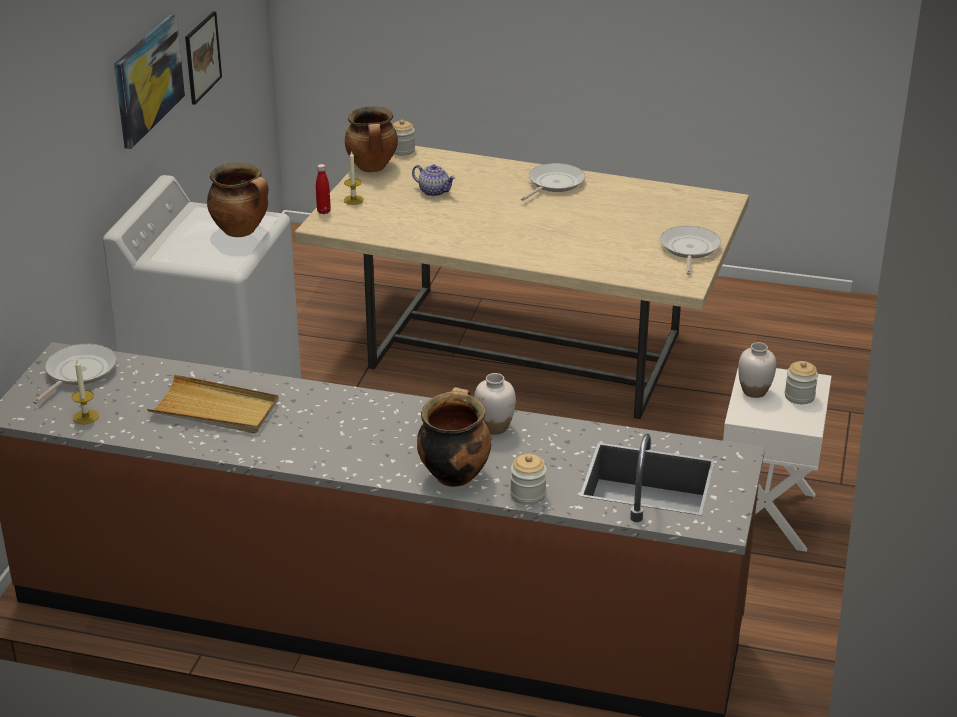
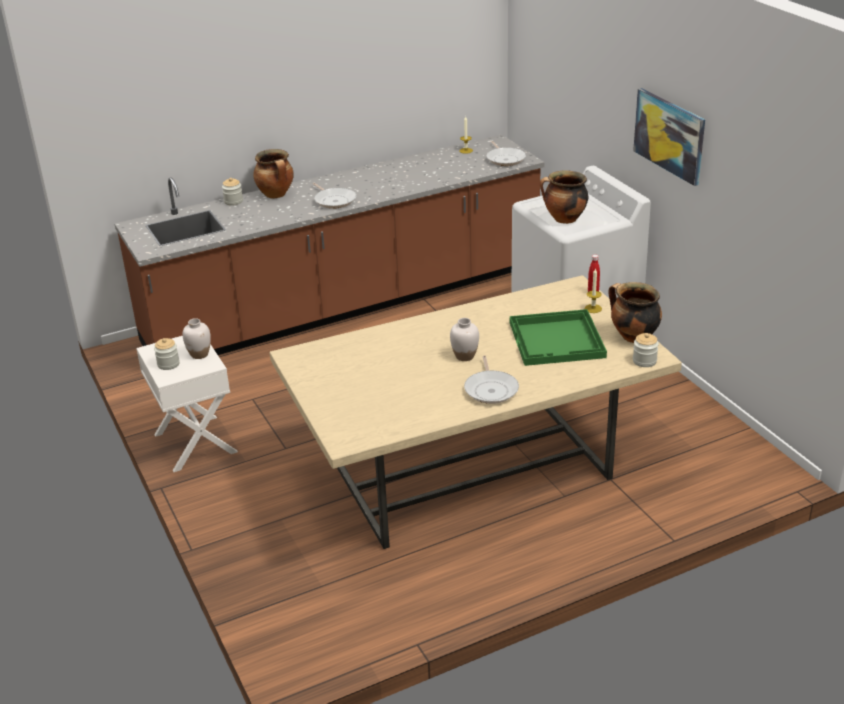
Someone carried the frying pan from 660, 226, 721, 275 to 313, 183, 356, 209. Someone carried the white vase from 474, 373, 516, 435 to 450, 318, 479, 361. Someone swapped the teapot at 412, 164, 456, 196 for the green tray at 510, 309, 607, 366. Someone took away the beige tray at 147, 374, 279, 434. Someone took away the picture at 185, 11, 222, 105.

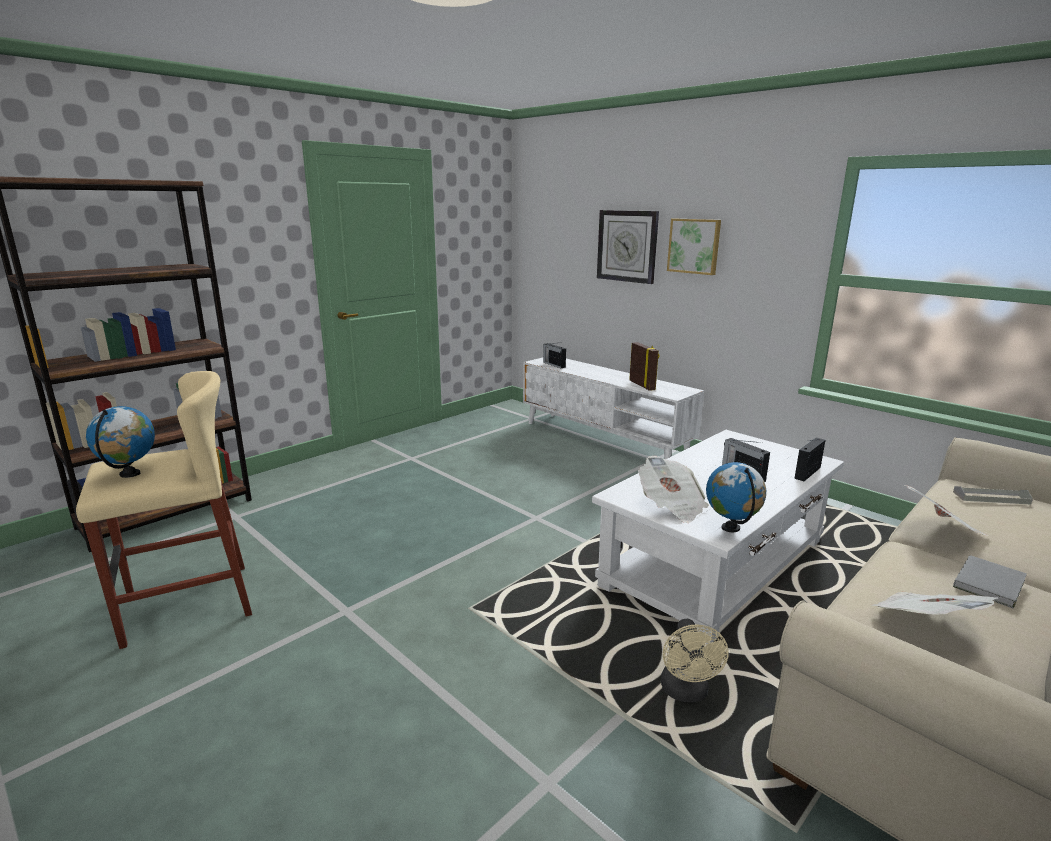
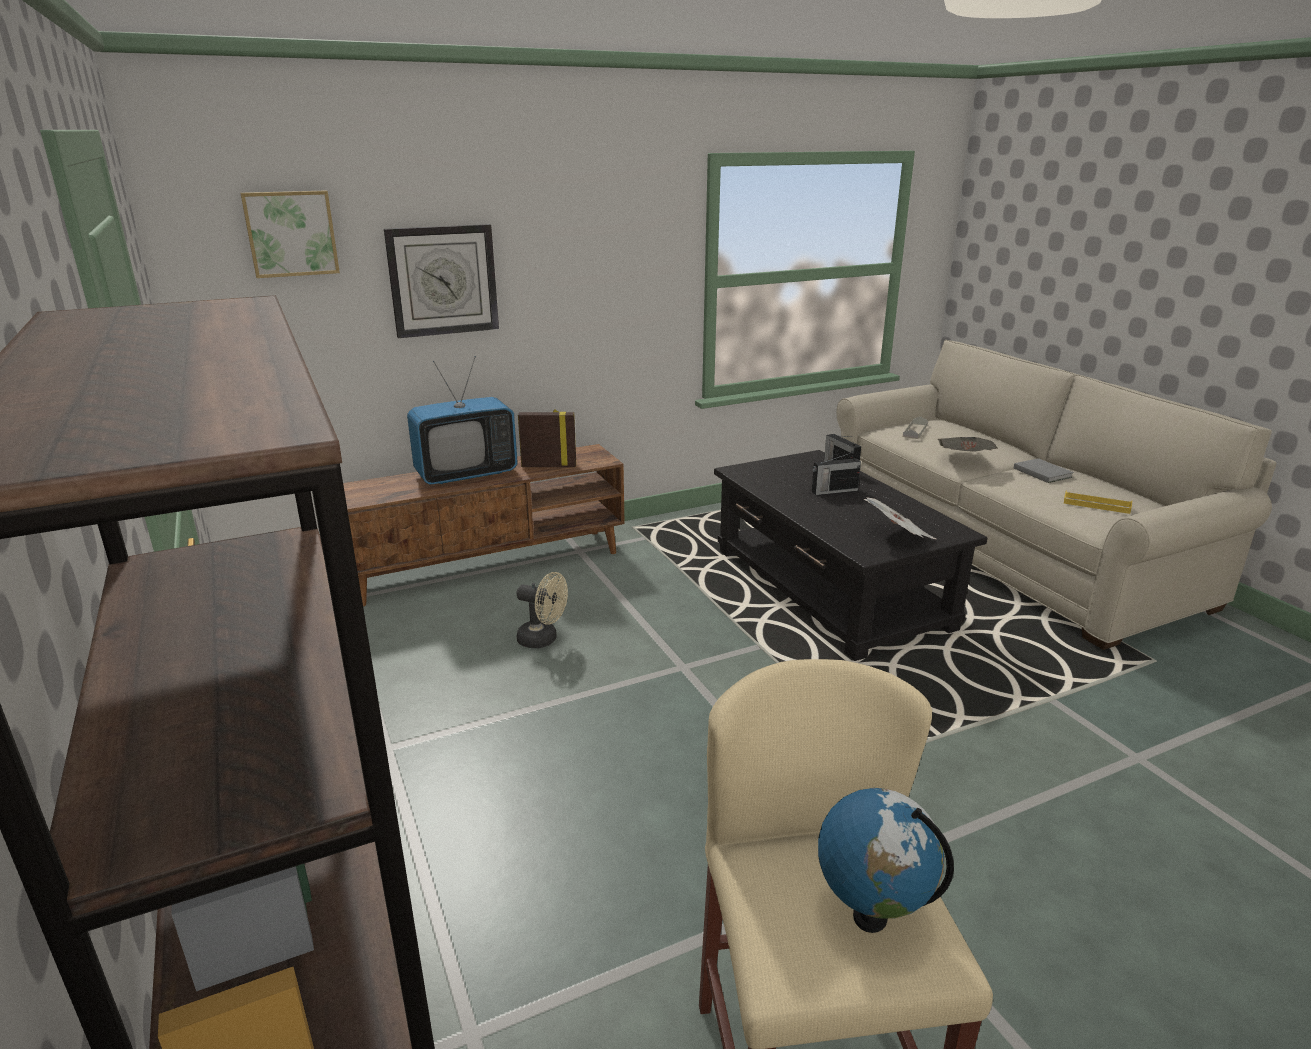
Someone carried the picture from 667, 219, 721, 275 to 241, 191, 340, 278. Someone repainted the white tv stand at 523, 358, 704, 459, which became the brown tv stand at 343, 444, 625, 606. Someone put down the television at 407, 356, 518, 484. Someone carried the beige fan from 661, 619, 729, 702 to 517, 572, 568, 648. Someone repainted the white coffee table at 592, 430, 844, 644, which became the black coffee table at 714, 450, 987, 661. Someone swapped the newspaper at 871, 592, 998, 615 for the yellow tray at 1064, 491, 1132, 514. Someone took away the radio at 543, 343, 566, 368. Someone took away the globe at 706, 462, 766, 532.

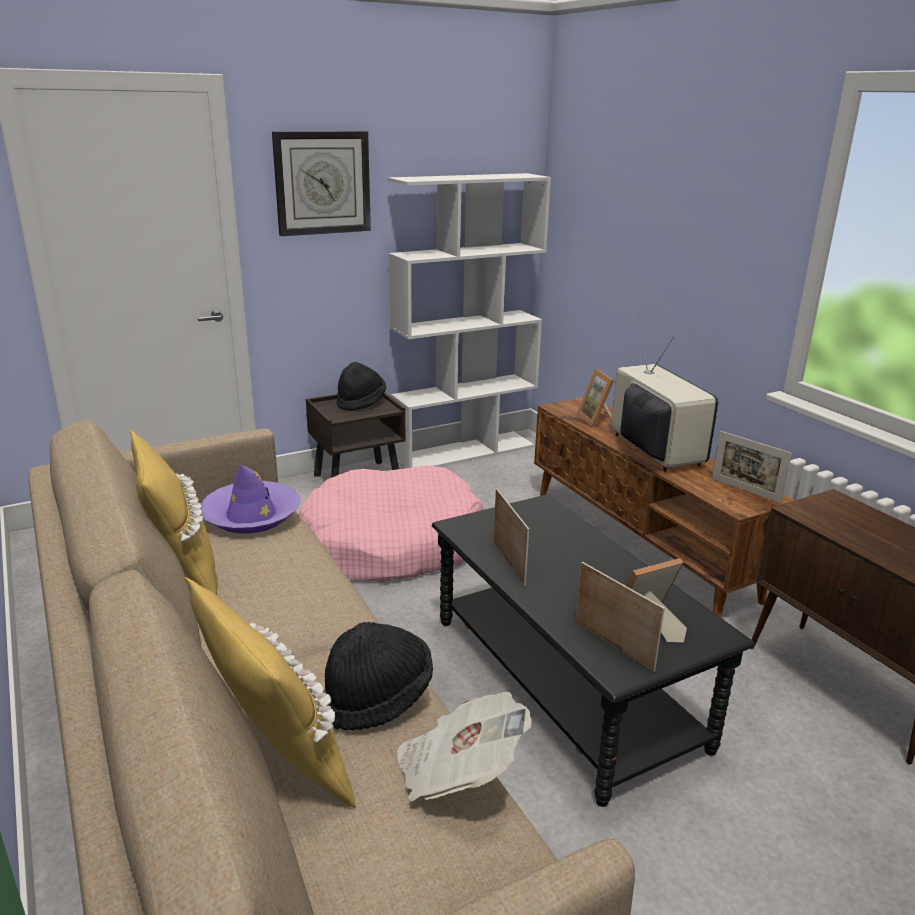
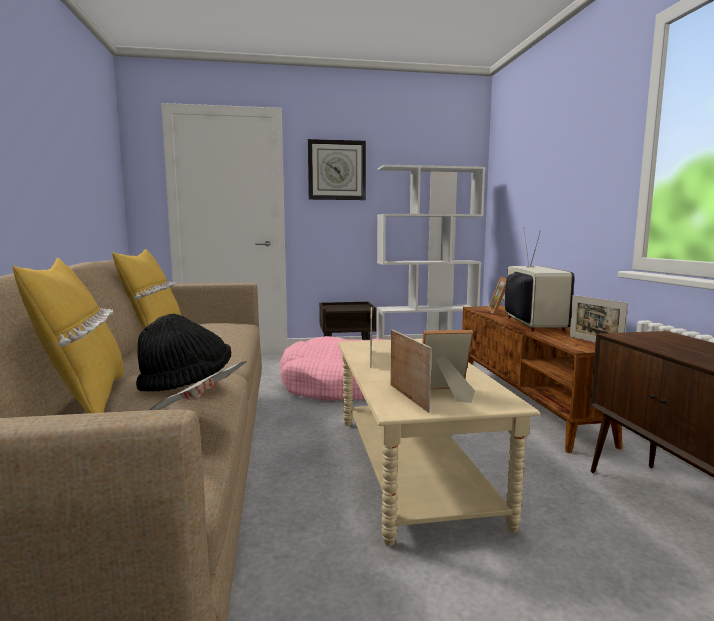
Someone repainted the black coffee table at 432, 494, 755, 807, which became the beige coffee table at 338, 339, 540, 546. Someone took away the purple hat at 200, 464, 300, 534. Someone took away the black hat at 336, 362, 386, 411.

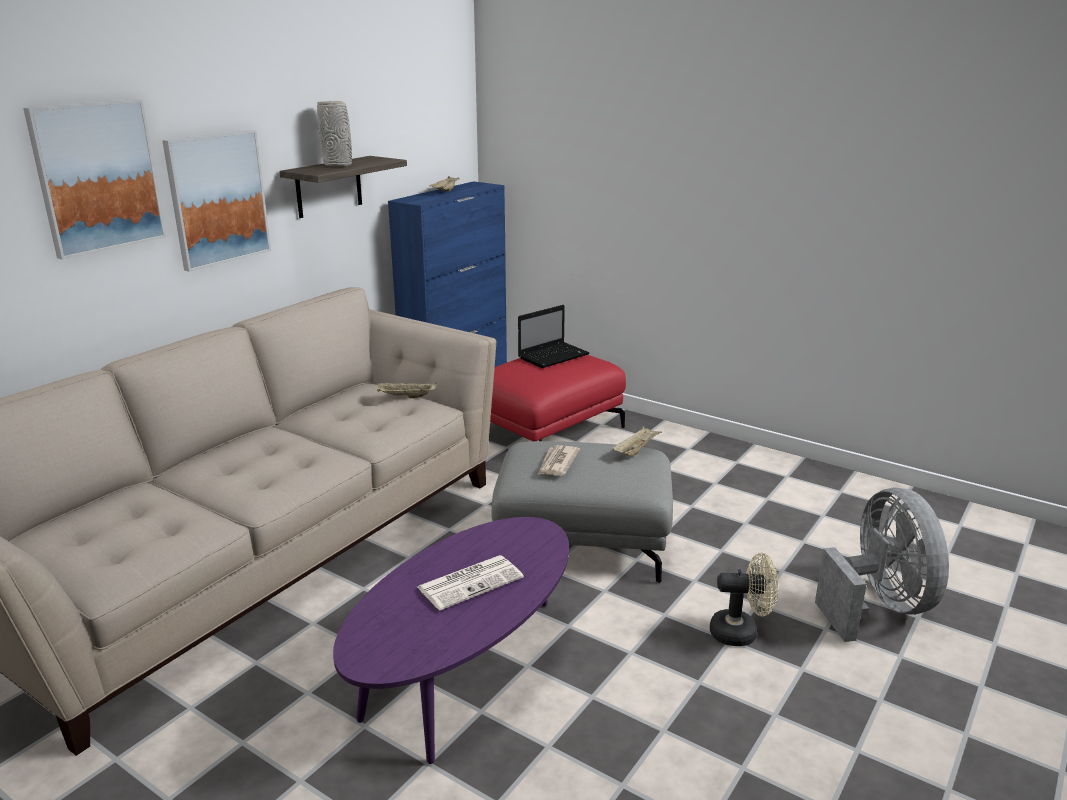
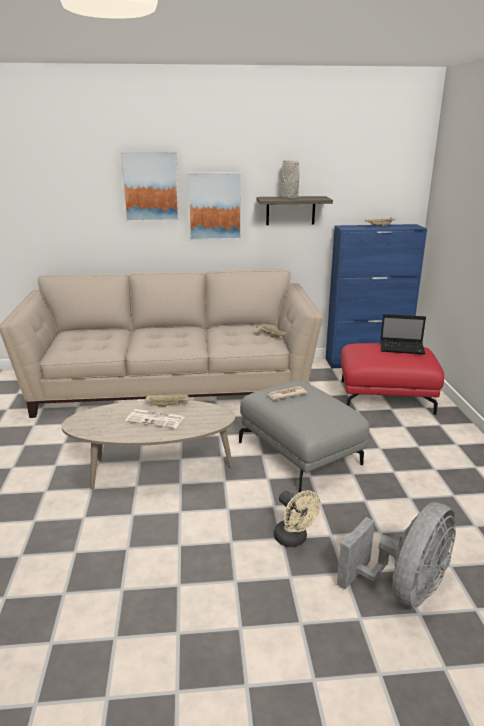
Someone repainted the purple coffee table at 333, 517, 569, 764, which became the beige coffee table at 62, 400, 235, 489. Someone carried the beige tray from 612, 426, 662, 456 to 145, 394, 189, 407.

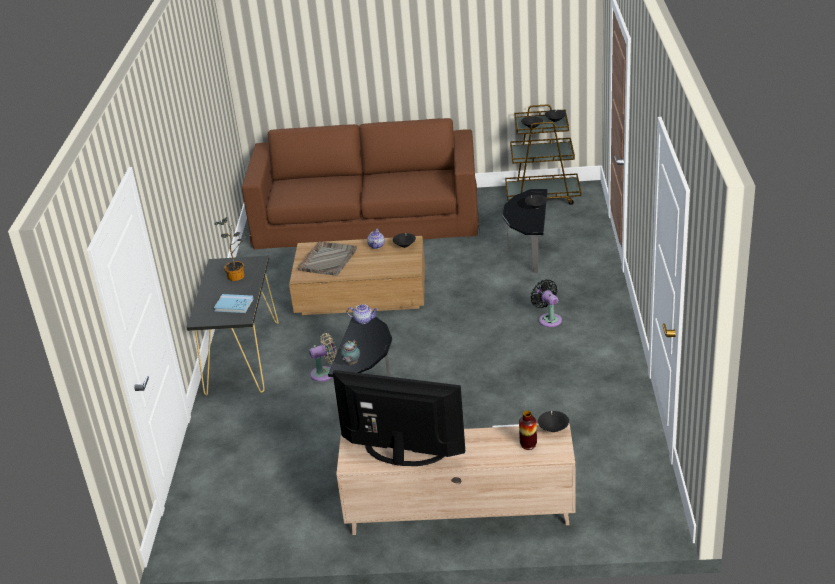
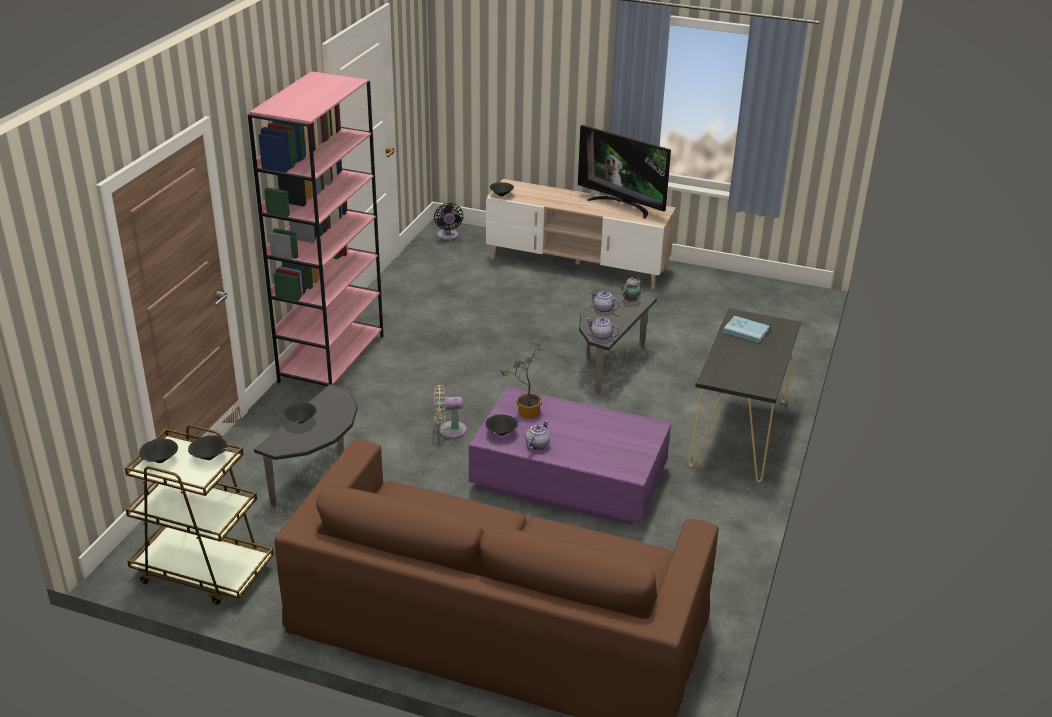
Someone put down the pink bookcase at 248, 71, 383, 386. Someone carried the black fan from 530, 279, 562, 327 to 434, 203, 463, 240. Someone carried the beige fan from 309, 333, 337, 382 to 434, 385, 467, 439. Someone repainted the brown coffee table at 289, 236, 425, 315, which became the purple coffee table at 469, 387, 671, 525. Someone carried the potted plant from 214, 217, 252, 281 to 501, 342, 545, 419. Someone put down the teapot at 590, 290, 620, 313. Someone took away the grey tray at 298, 241, 357, 276. Someone took away the vase at 519, 411, 537, 450.

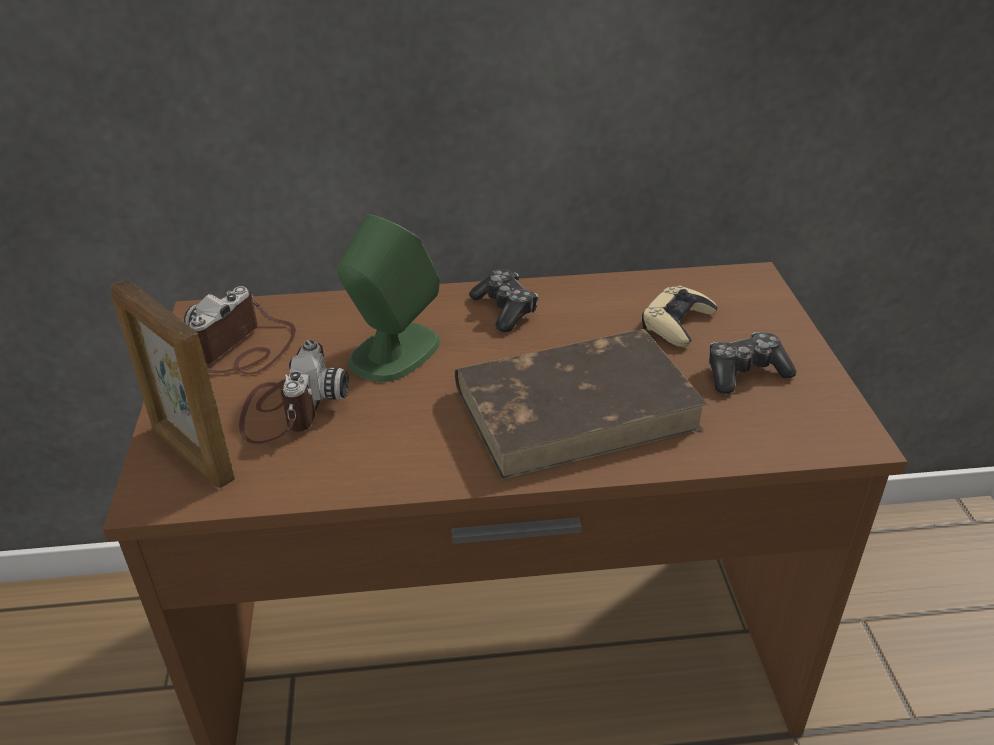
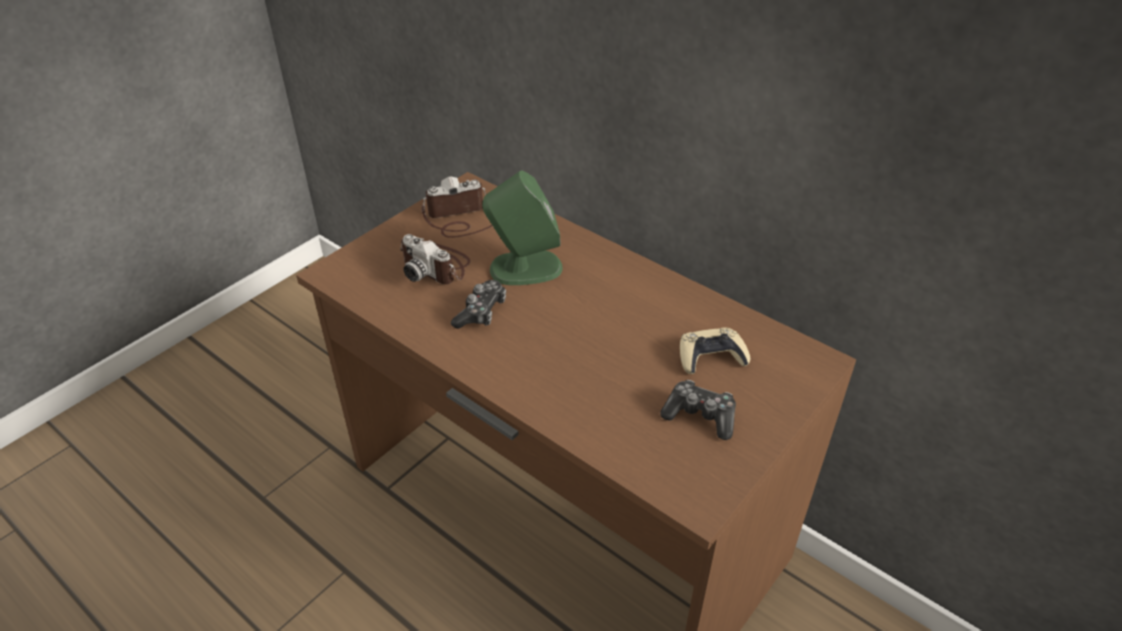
Someone rotated the photo camera at 239, 340, 349, 444 by 75 degrees clockwise. Someone carried the game controller from 469, 269, 538, 332 to 451, 280, 506, 329. Someone took away the picture frame at 111, 279, 235, 488. Someone took away the brown book at 455, 329, 707, 480.

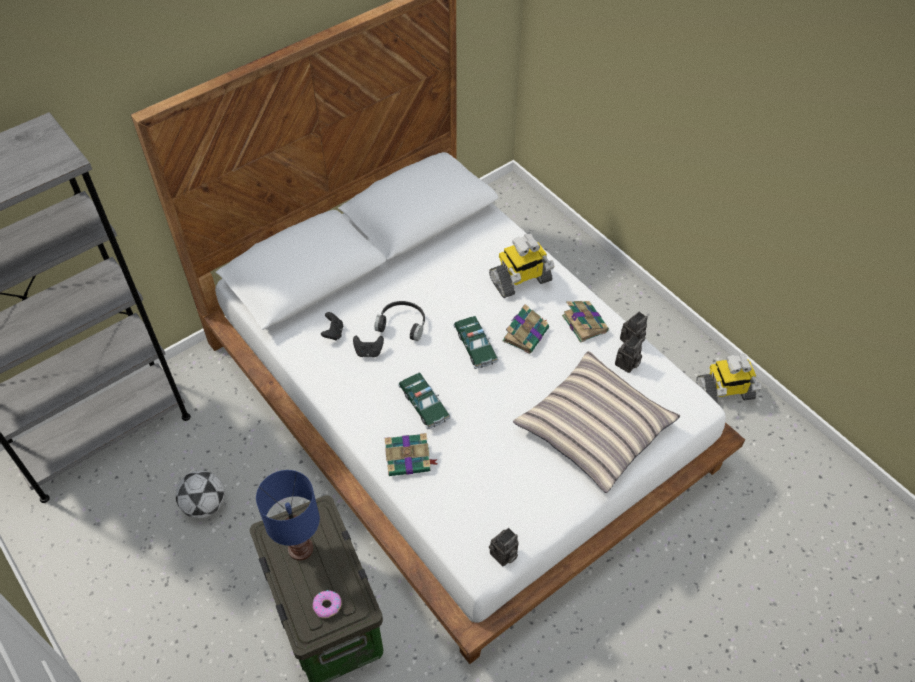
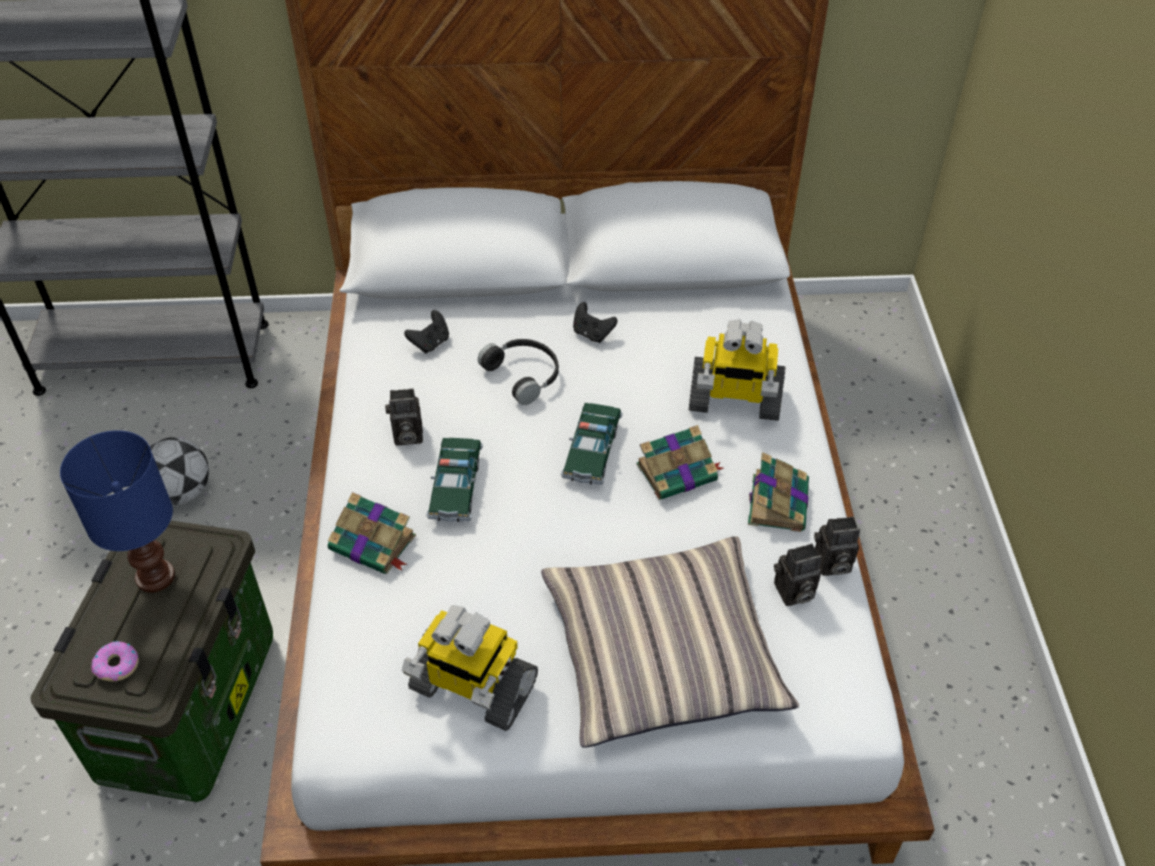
Someone carried the photo camera from 489, 528, 519, 566 to 385, 388, 423, 446. Someone carried the toy robot from 696, 354, 761, 403 to 402, 605, 538, 731. Someone carried the black game controller from 353, 335, 384, 357 to 573, 302, 618, 343.

